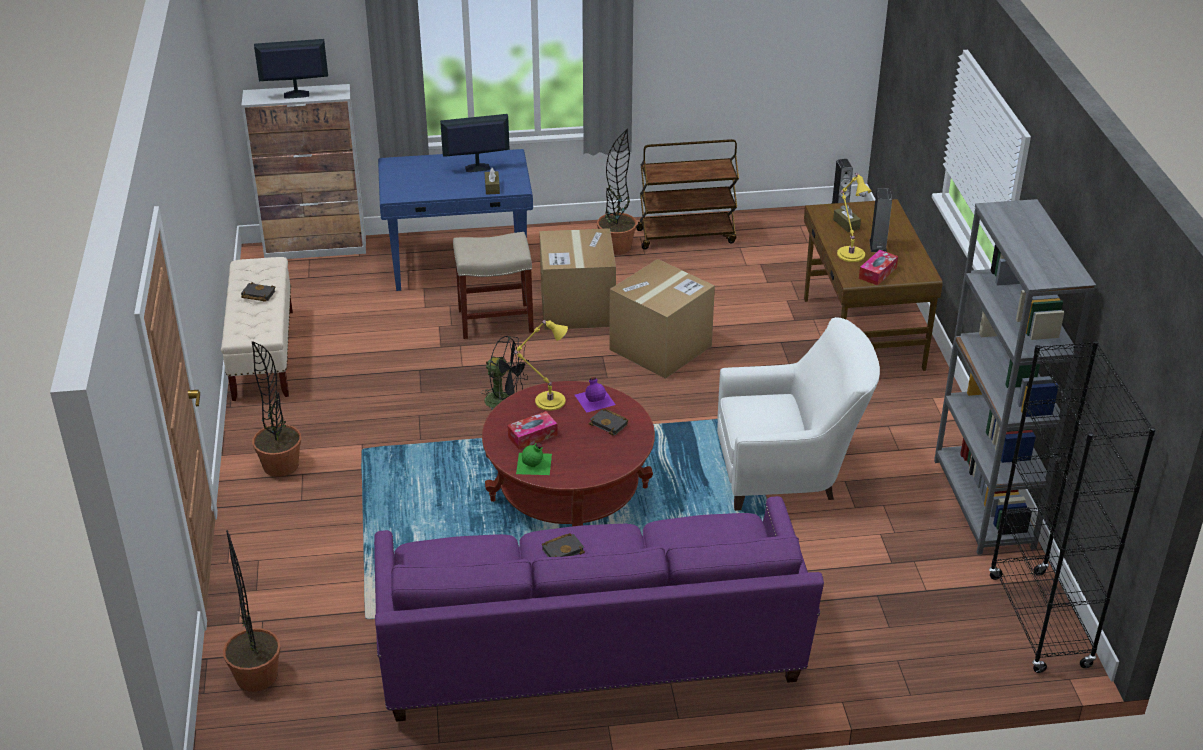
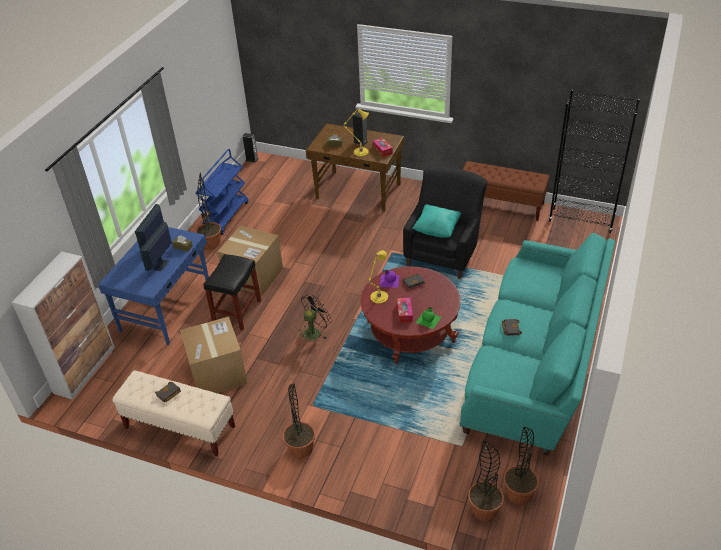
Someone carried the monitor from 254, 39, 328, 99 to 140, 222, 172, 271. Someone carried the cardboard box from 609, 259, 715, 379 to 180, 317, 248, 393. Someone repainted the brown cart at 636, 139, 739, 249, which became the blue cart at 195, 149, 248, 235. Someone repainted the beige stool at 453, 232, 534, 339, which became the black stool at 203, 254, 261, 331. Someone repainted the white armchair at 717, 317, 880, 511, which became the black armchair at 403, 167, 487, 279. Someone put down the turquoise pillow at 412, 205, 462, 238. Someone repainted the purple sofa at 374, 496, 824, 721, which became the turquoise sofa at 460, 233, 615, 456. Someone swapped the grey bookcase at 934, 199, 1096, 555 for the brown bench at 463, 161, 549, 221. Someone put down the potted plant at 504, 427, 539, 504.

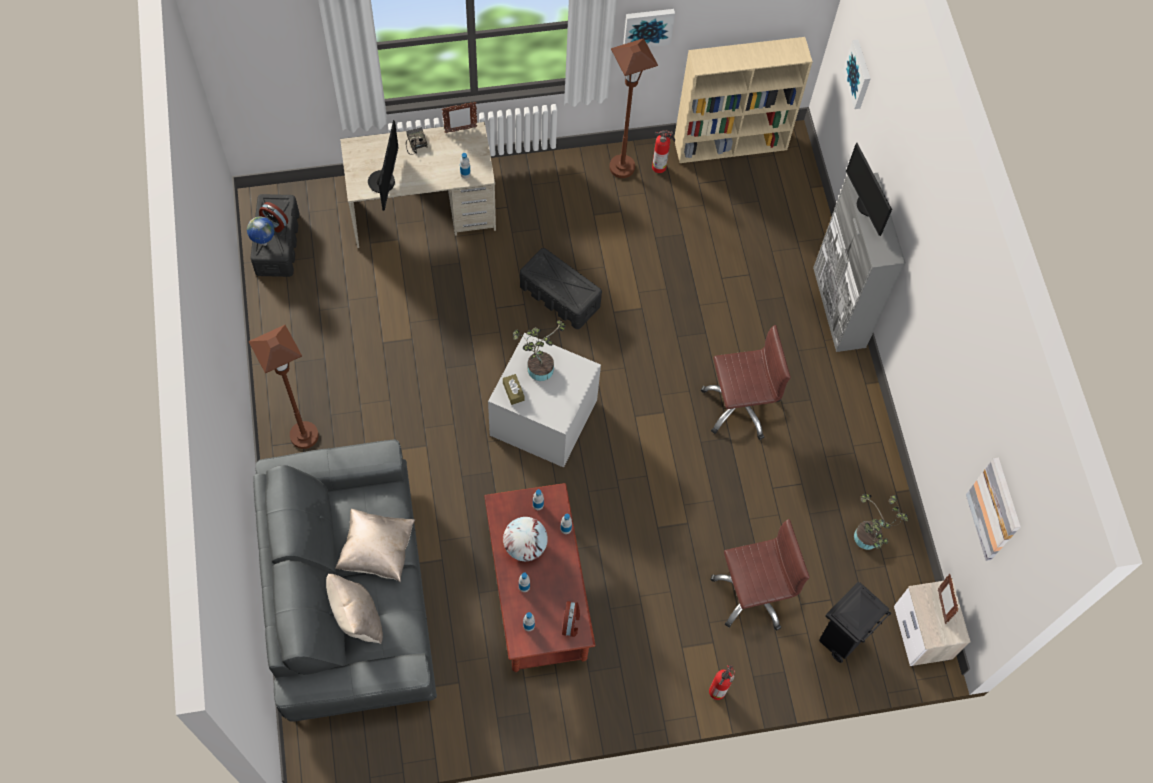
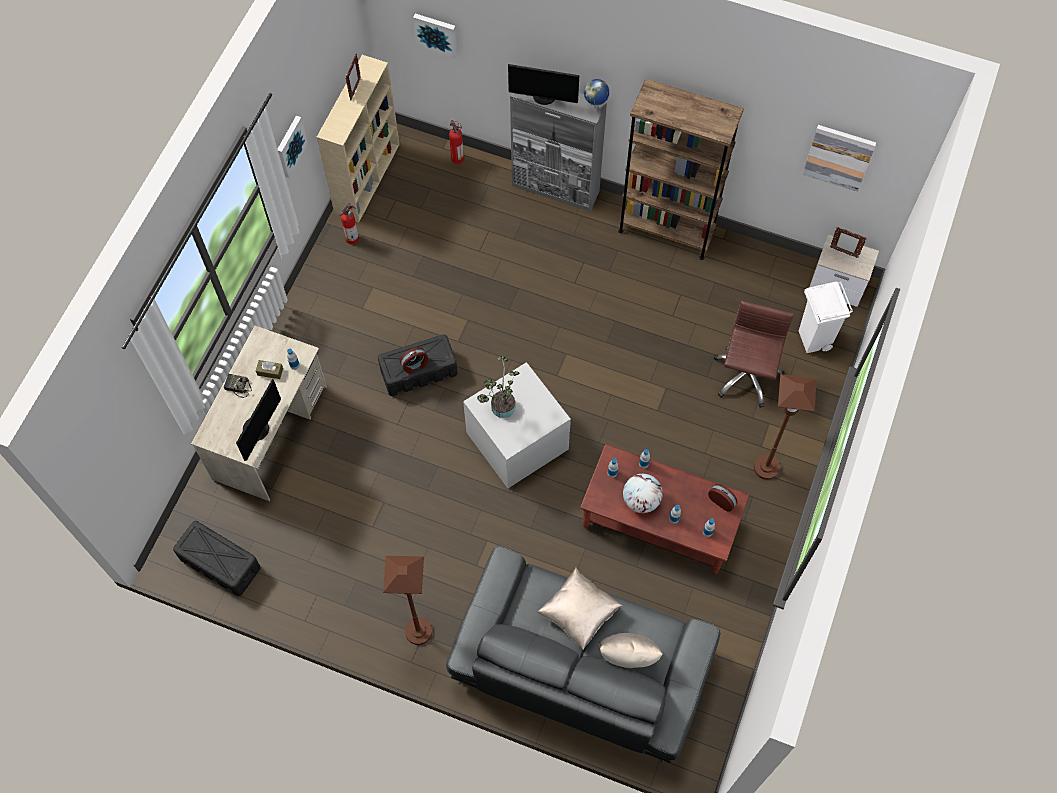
Someone rotated the monitor at 368, 120, 399, 211 by 75 degrees clockwise. Someone carried the brown tissue box from 503, 374, 524, 405 to 256, 360, 283, 379. Someone carried the picture frame from 442, 102, 477, 133 to 346, 54, 361, 100. Someone carried the alarm clock from 259, 202, 288, 233 to 400, 347, 428, 374. Someone carried the fire extinguisher from 709, 665, 735, 700 to 449, 120, 464, 164. Someone carried the globe from 247, 217, 275, 246 to 584, 79, 609, 109. Someone put down the brown bookcase at 618, 78, 744, 260. Someone carried the brown floor lamp from 609, 38, 658, 178 to 754, 374, 817, 480. Someone repainted the black trash can at 819, 582, 891, 663, which became the white trash can at 799, 282, 853, 353. Someone took away the brown office chair at 701, 325, 791, 440. Someone took away the potted plant at 854, 494, 908, 550.

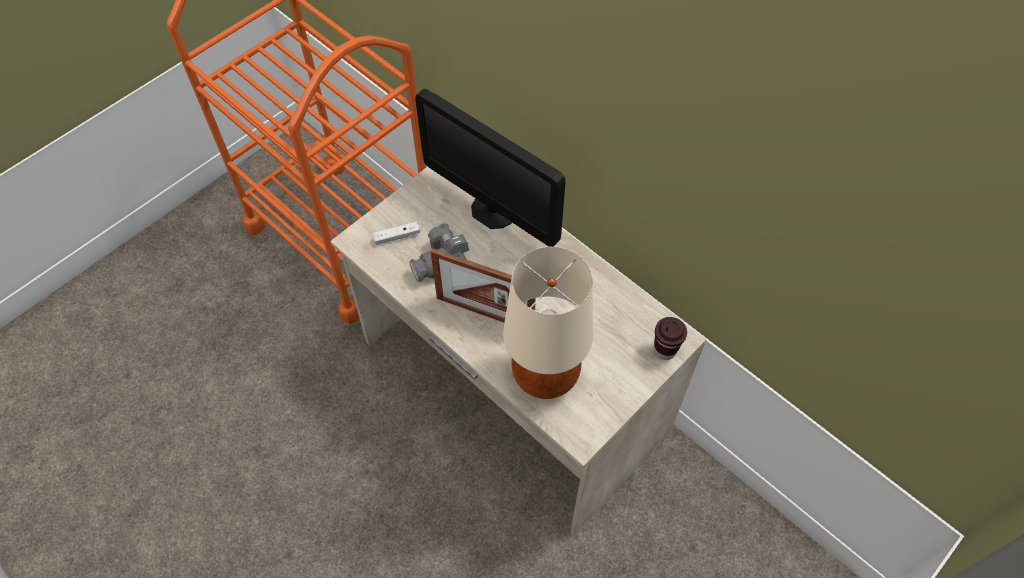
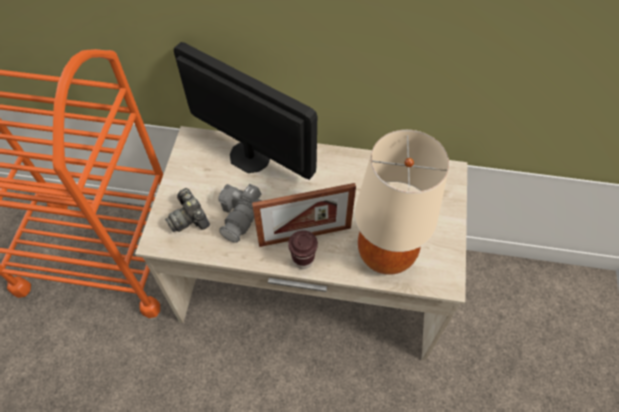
Someone swapped the white game controller at 373, 222, 420, 245 for the photo camera at 165, 188, 210, 232. Someone rotated the monitor at 415, 89, 566, 247 by 150 degrees counterclockwise. Someone carried the brown cup from 654, 317, 687, 360 to 288, 230, 318, 269.

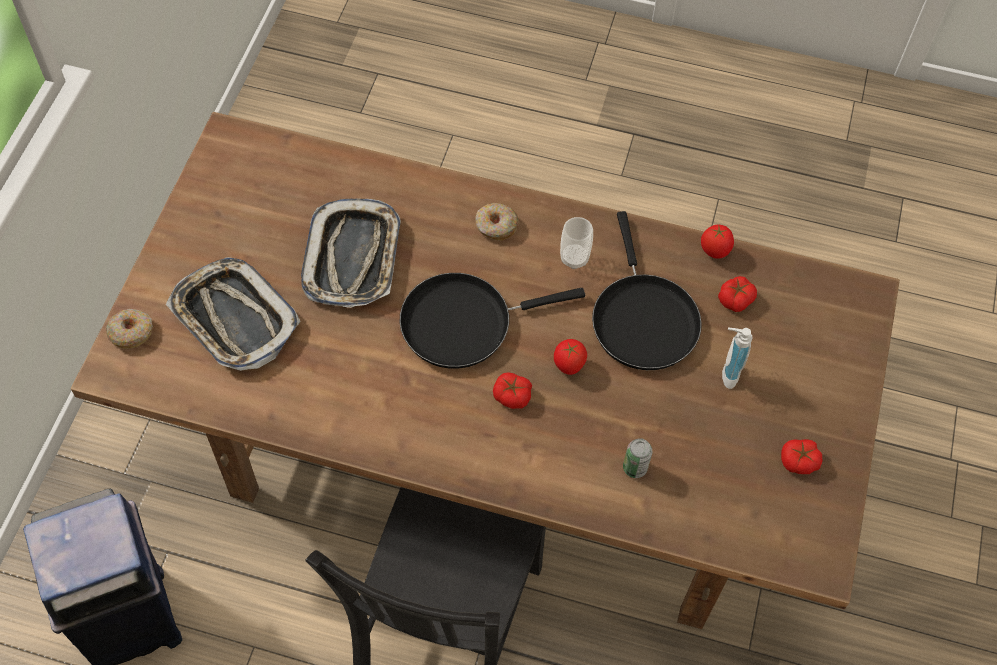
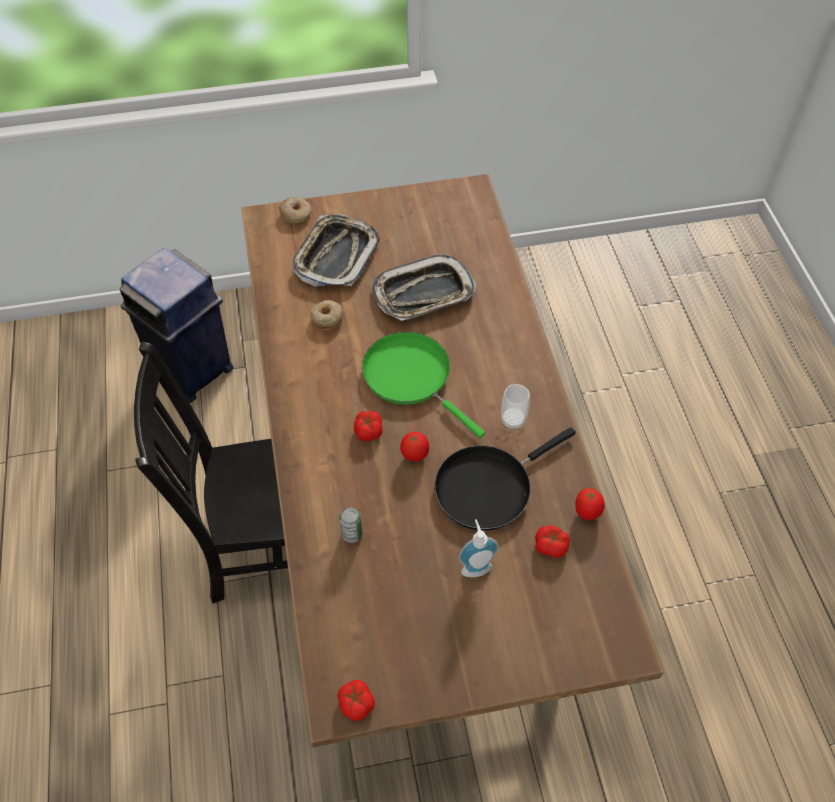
Someone carried the donut from 475, 203, 519, 241 to 310, 300, 343, 330. Someone carried the tomato from 781, 439, 822, 474 to 337, 680, 375, 721. Someone repainted the black frying pan at 400, 273, 585, 369, which became the green frying pan at 362, 332, 485, 438.

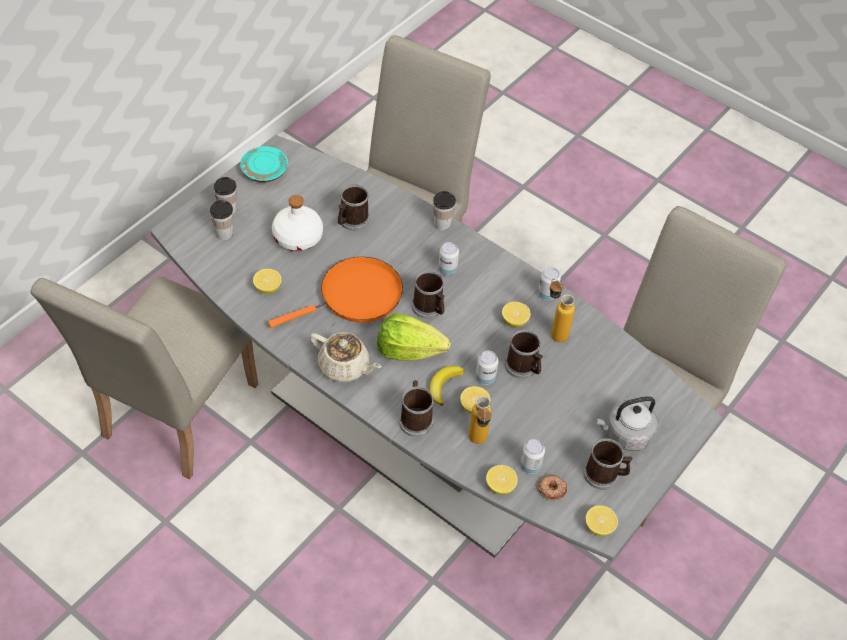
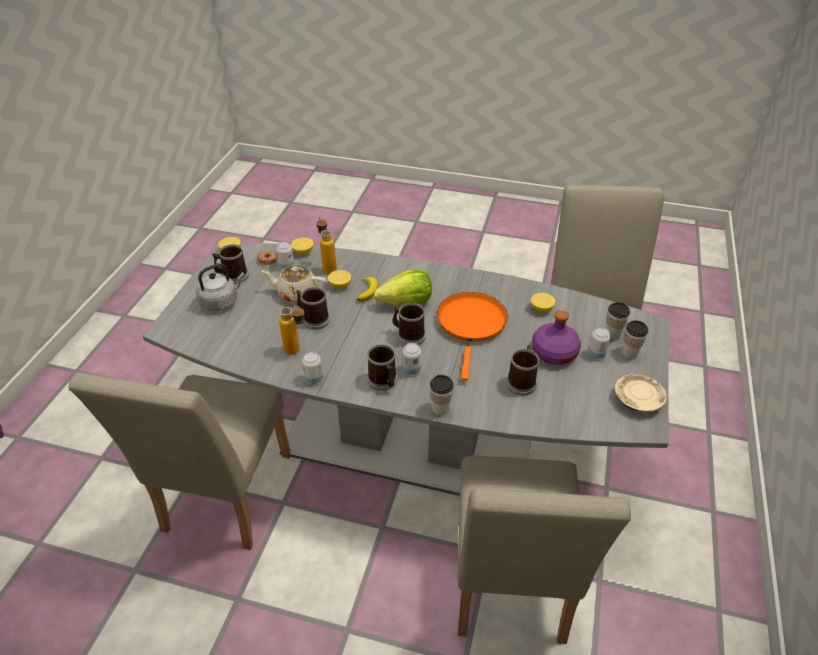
Someone carried the beige teapot from 310, 332, 382, 382 to 261, 265, 327, 302. Someone carried the mug from 399, 380, 434, 437 to 367, 344, 397, 391. Someone rotated the orange frying pan at 268, 257, 403, 328 by 150 degrees clockwise. Someone repainted the white bottle at 272, 195, 323, 251, which became the purple bottle at 532, 310, 581, 365. Someone carried the can from 475, 351, 498, 385 to 588, 327, 611, 359. Someone repainted the turquoise plate at 240, 146, 288, 183, which became the beige plate at 615, 374, 667, 413. Someone took away the lemon at 502, 302, 530, 327.

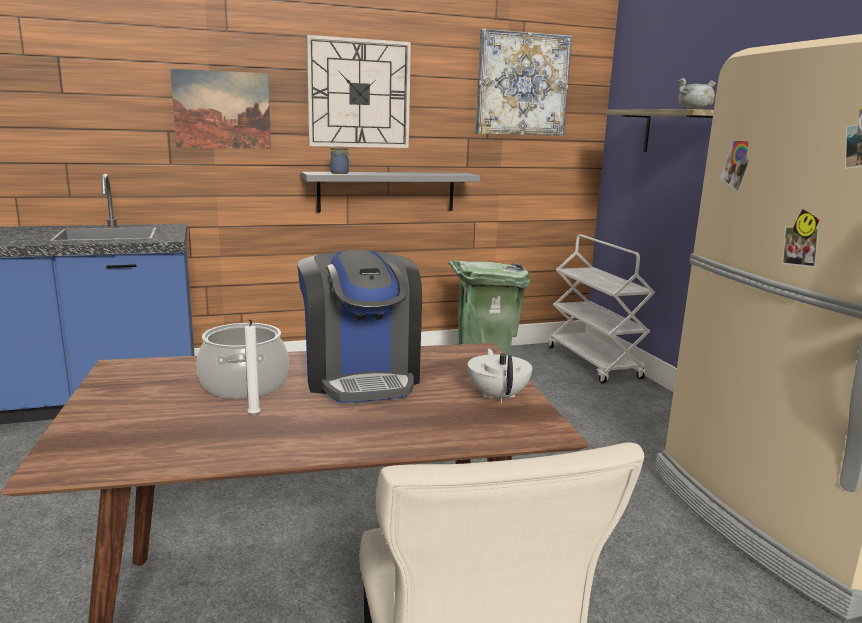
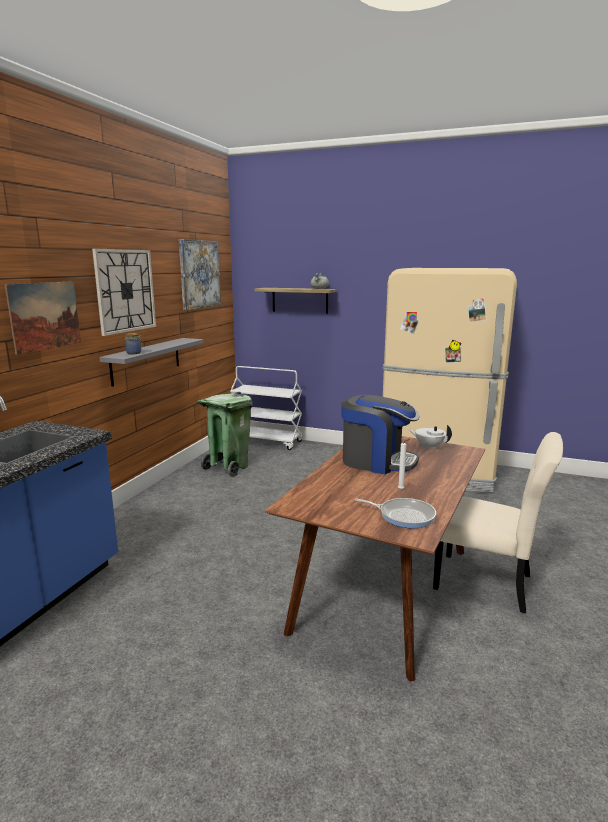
Someone put down the frying pan at 355, 498, 436, 529. Someone took away the cooking pot at 197, 323, 289, 398.

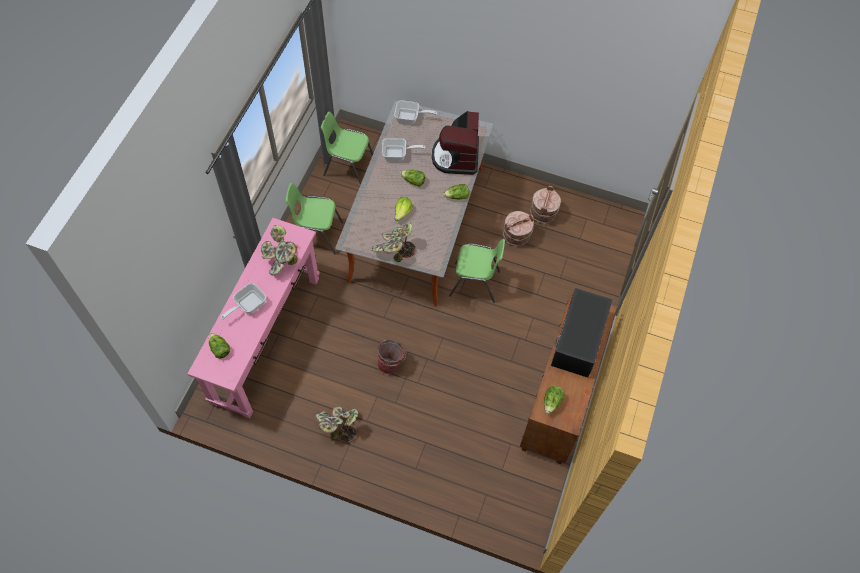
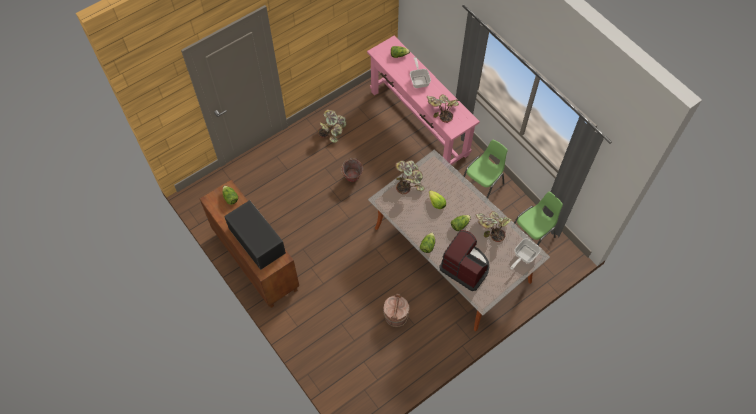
Someone swapped the frying pan at 382, 138, 426, 161 for the potted plant at 475, 211, 512, 242. Someone took away the green chair at 449, 239, 505, 303. Someone took away the brown bucket at 530, 186, 561, 225.

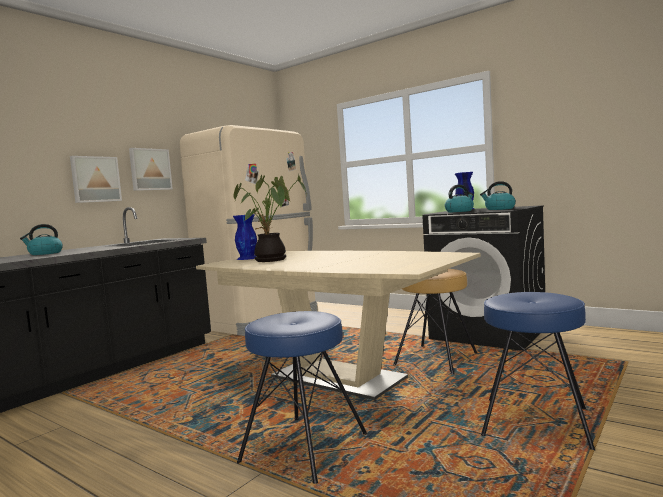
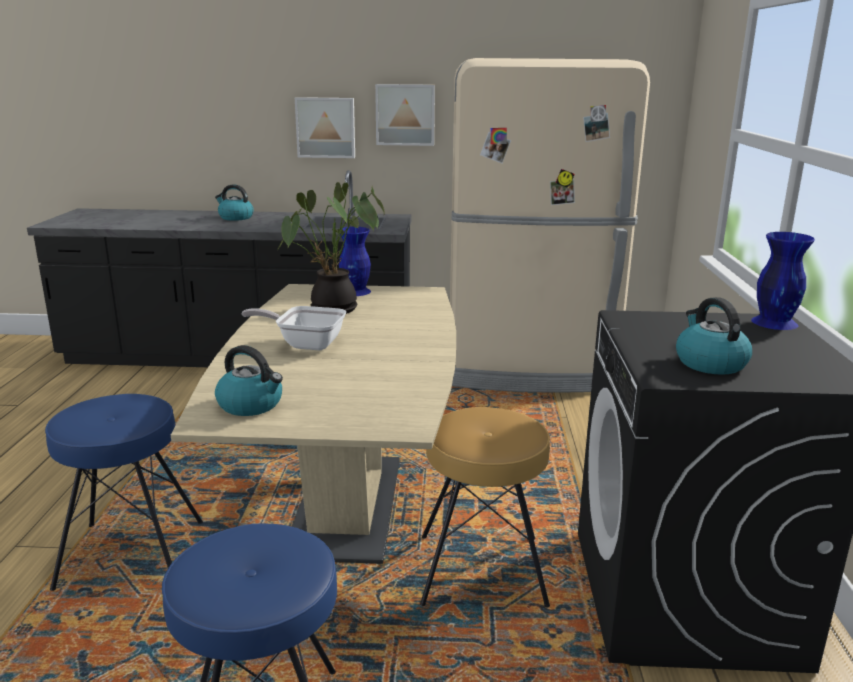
Someone carried the kettle from 445, 185, 474, 212 to 215, 345, 283, 416. Someone put down the frying pan at 242, 306, 346, 350.

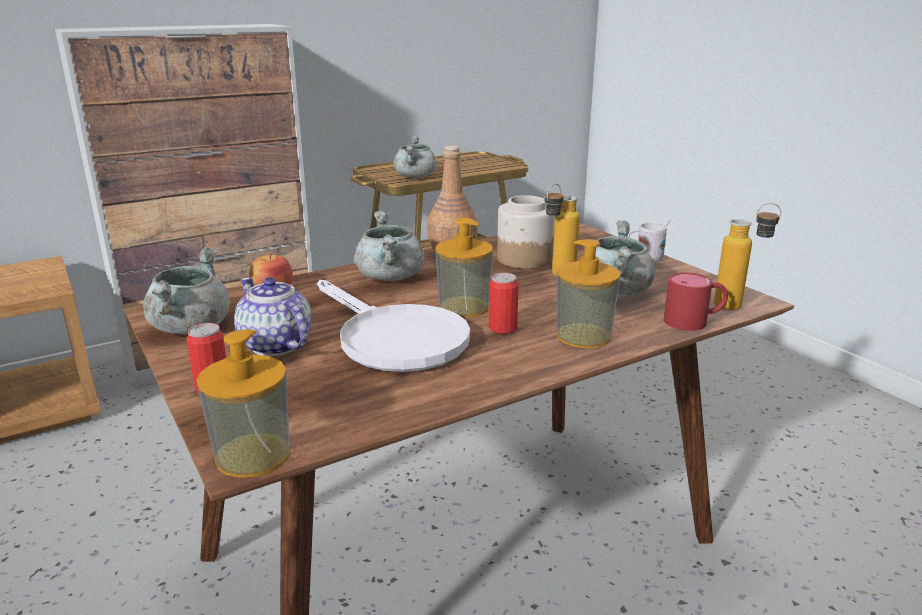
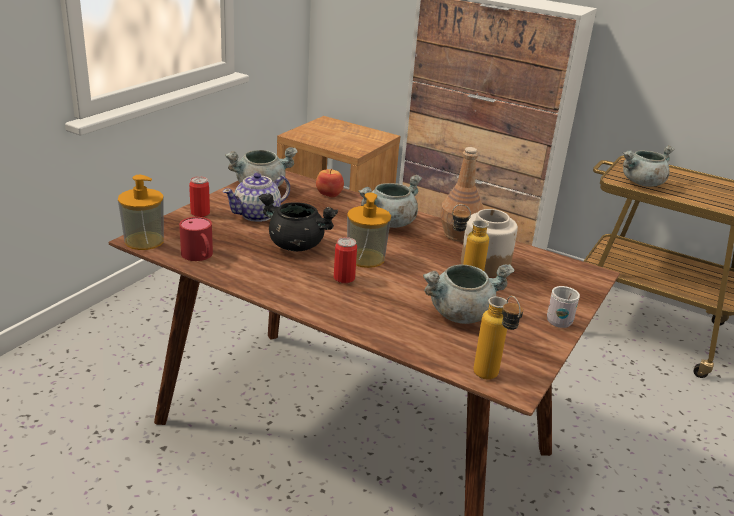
Someone carried the red mug from 664, 272, 728, 331 to 179, 217, 213, 261. Someone rotated the teapot at 234, 277, 311, 356 by 150 degrees counterclockwise. Someone swapped the white frying pan at 317, 280, 470, 372 for the black cooking pot at 259, 193, 338, 251. Someone took away the soap dispenser at 556, 239, 621, 348.

